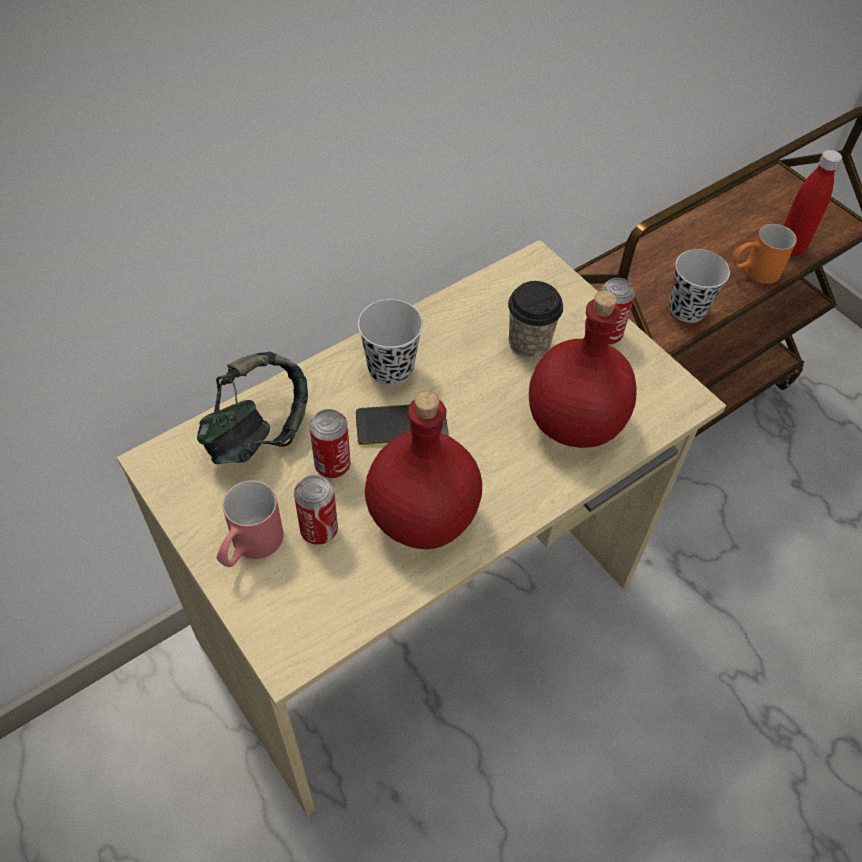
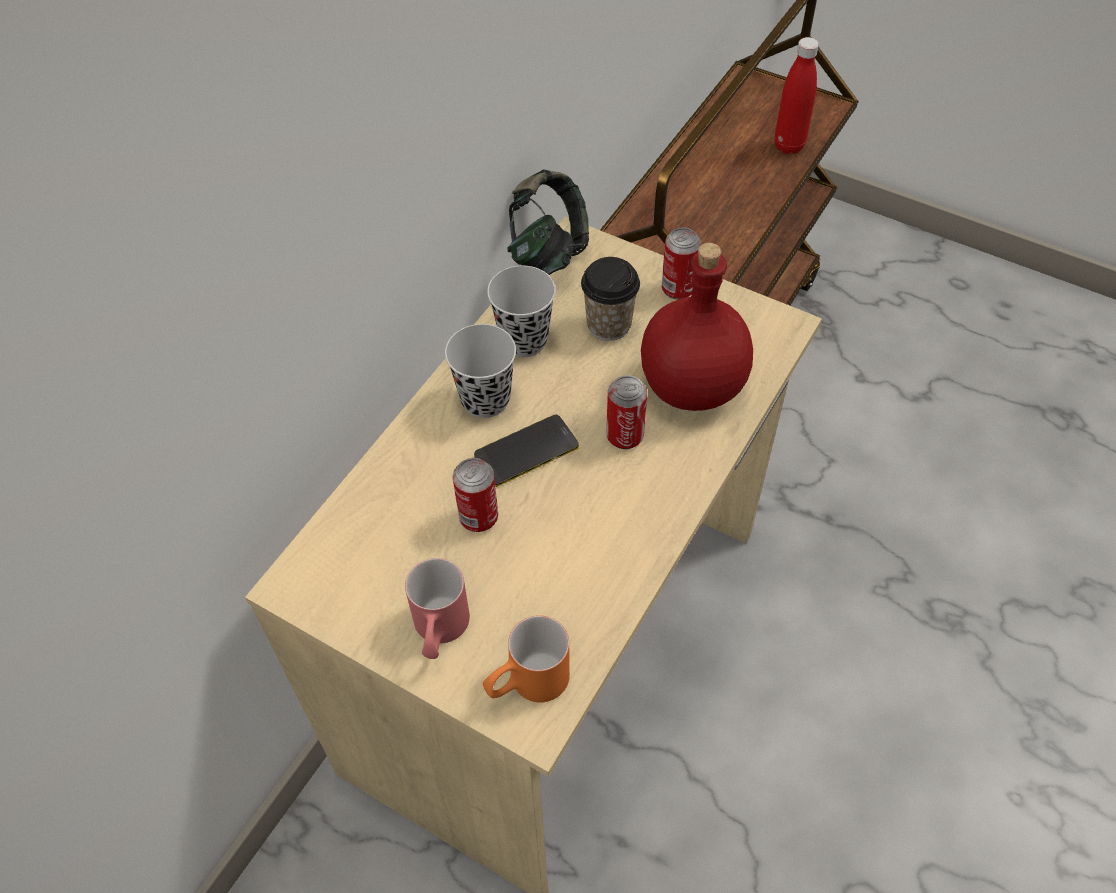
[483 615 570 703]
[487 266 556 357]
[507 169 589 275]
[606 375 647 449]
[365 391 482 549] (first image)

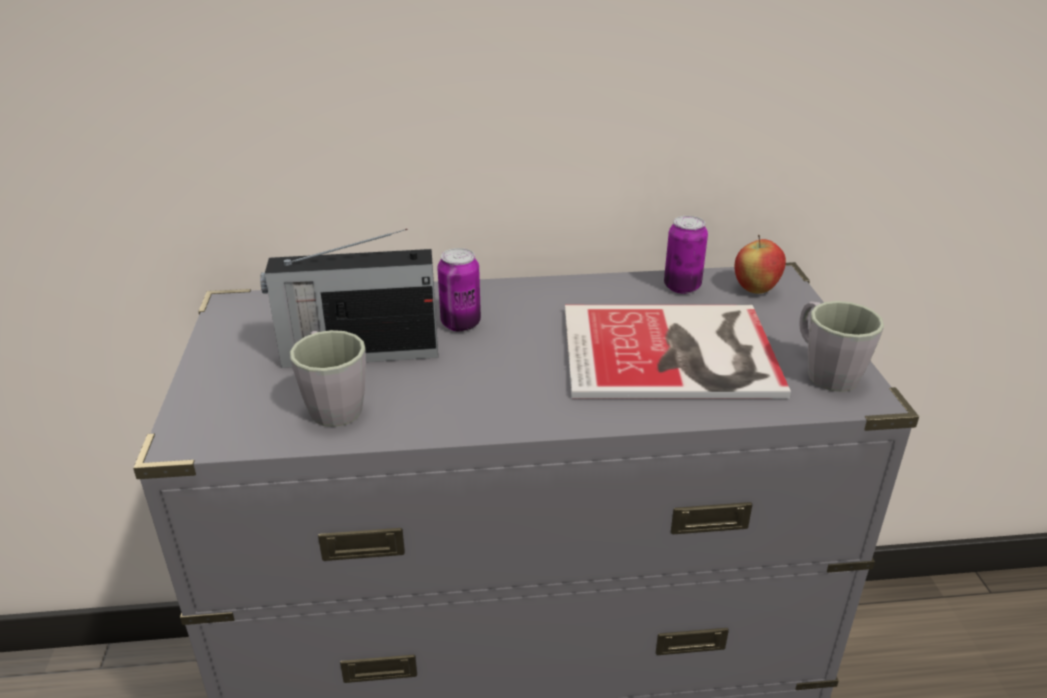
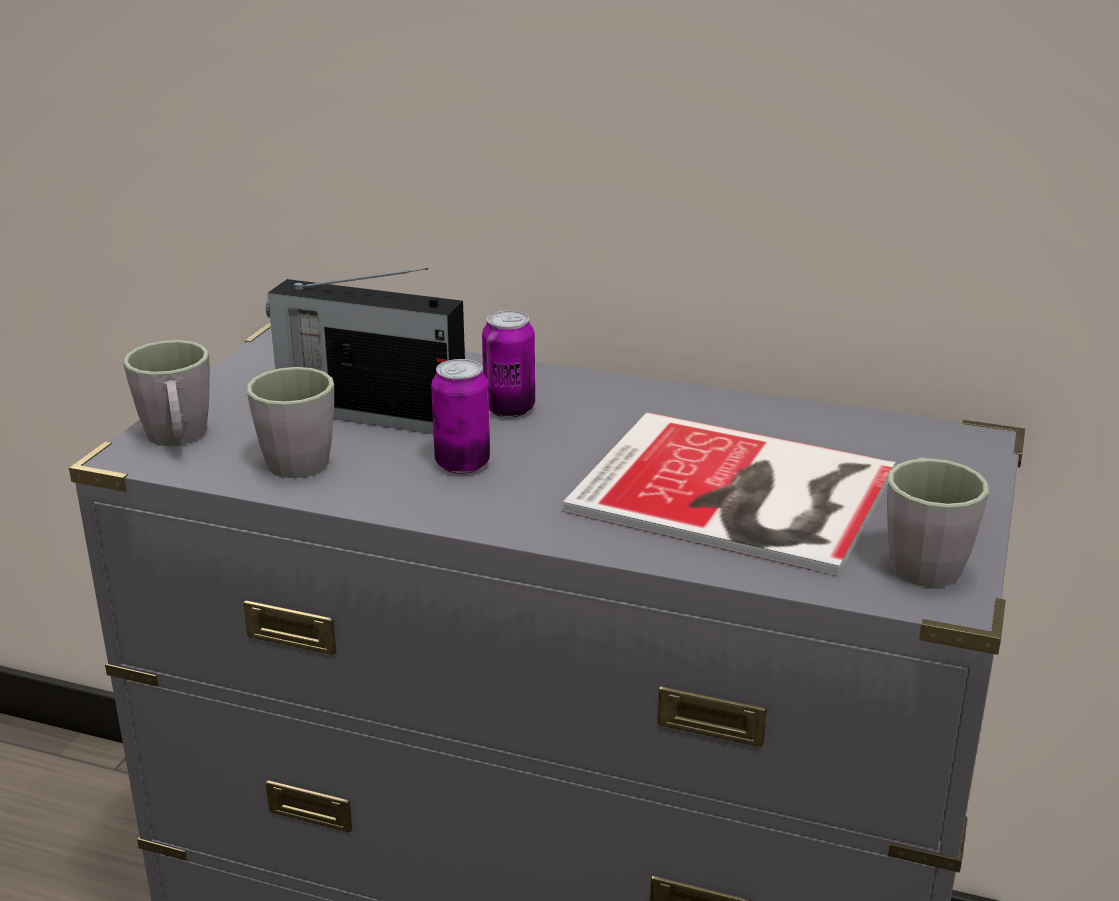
[123 340 210 446]
[431 359 490 474]
[735 235 786 294] (first image)

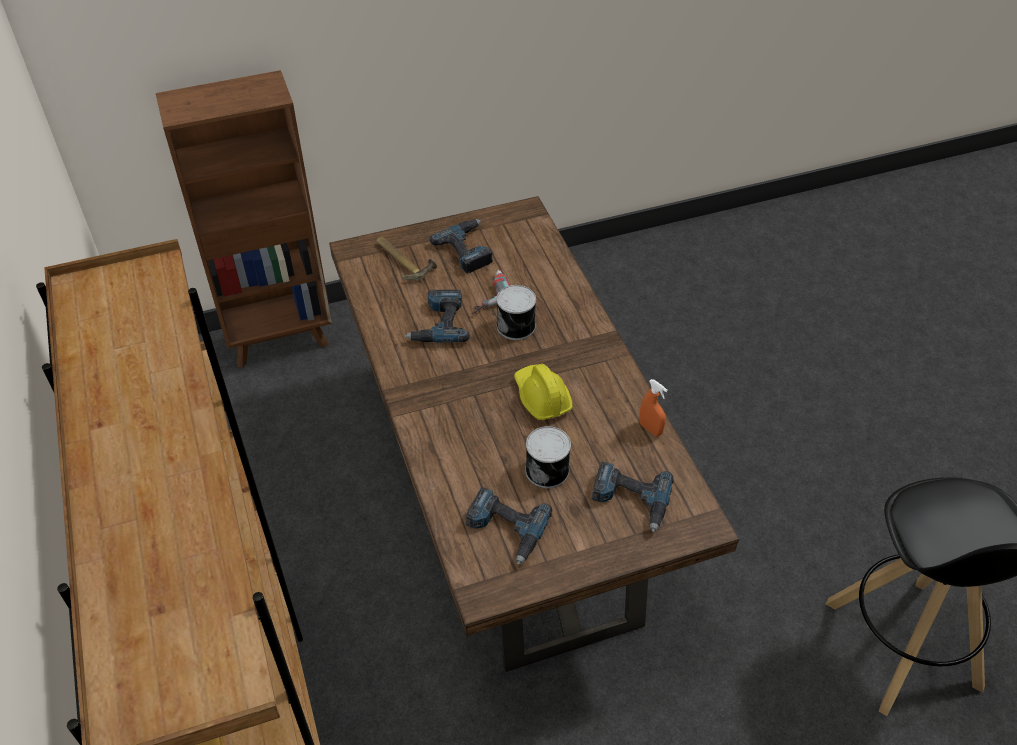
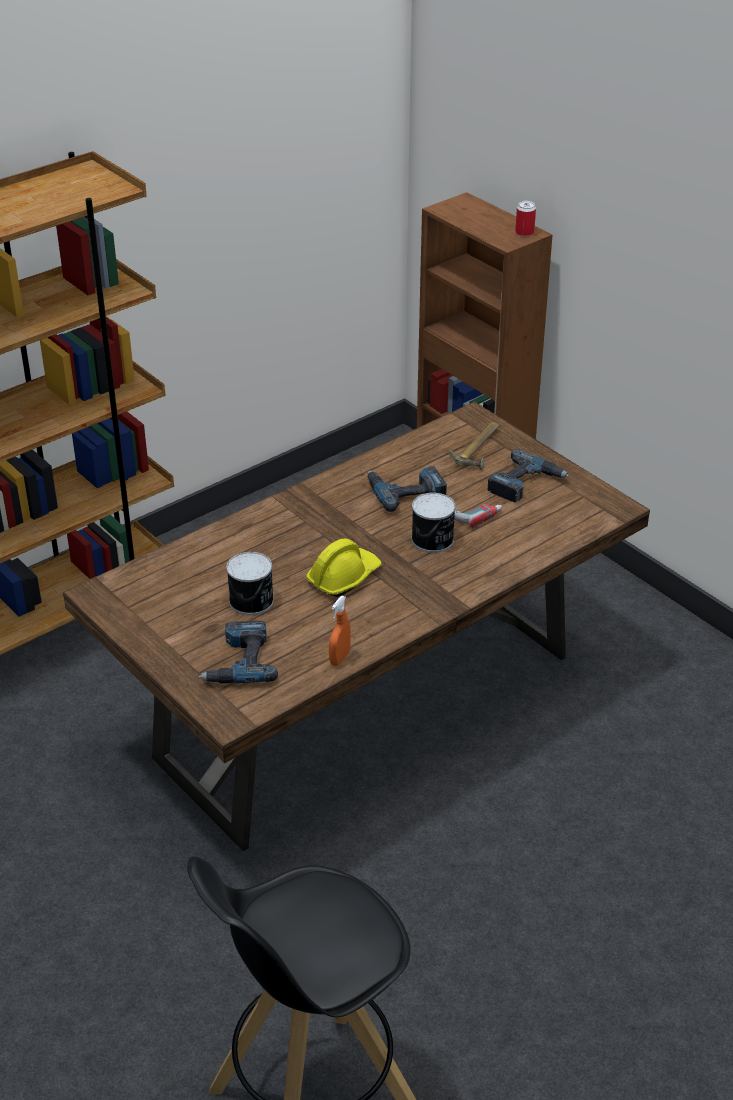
[515 201 536 236]
[465 487 552 565] (first image)

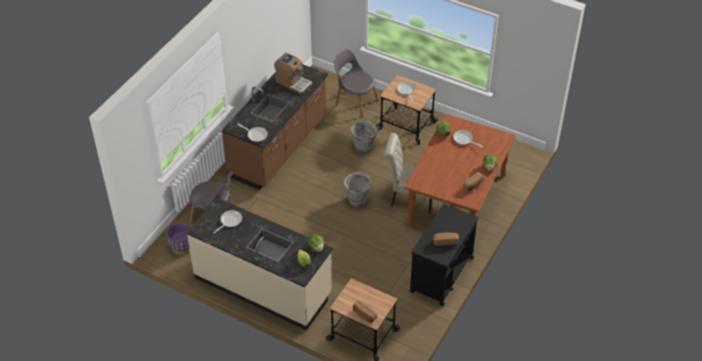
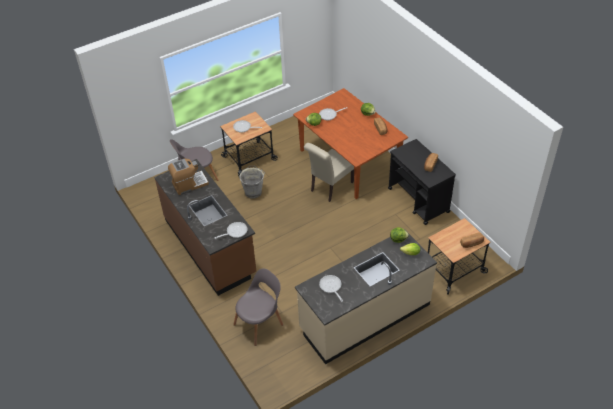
[167 223 191 255] (first image)
[343 173 372 207] (first image)

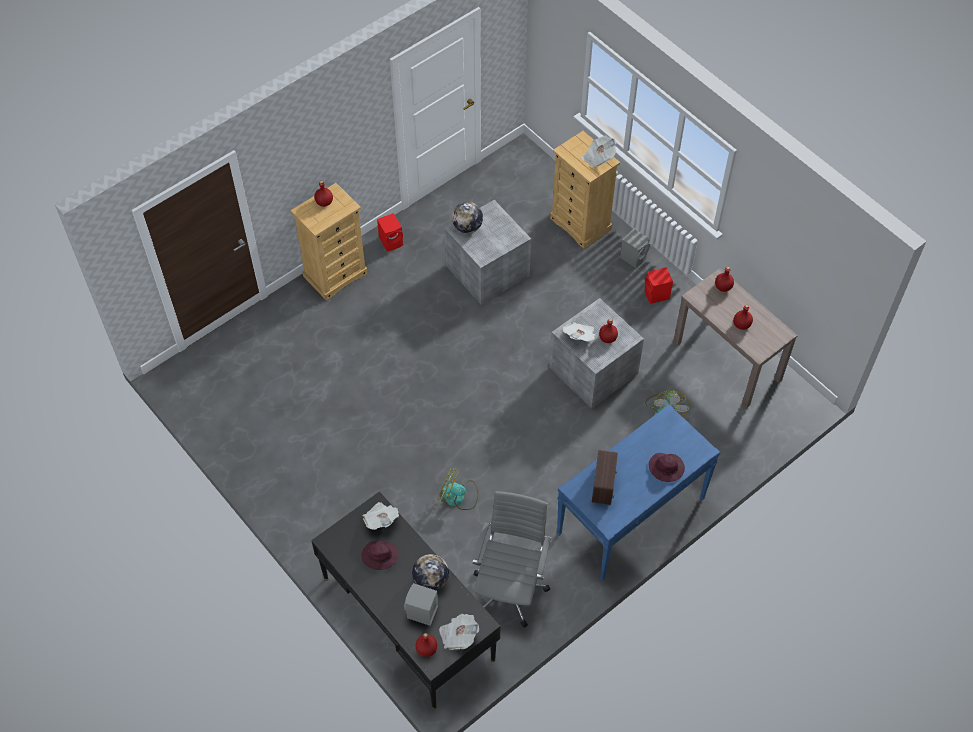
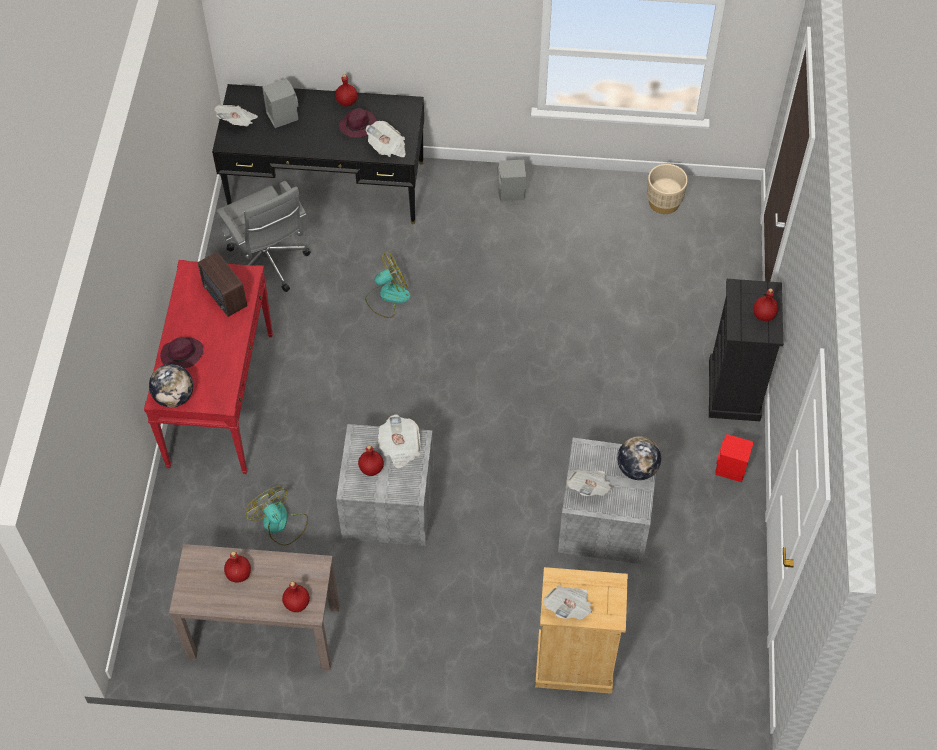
[144 260 273 474]
[149 364 193 408]
[335 74 357 107]
[498 160 526 201]
[567 470 612 496]
[647 164 688 214]
[709 279 783 421]
[645 267 673 304] (first image)

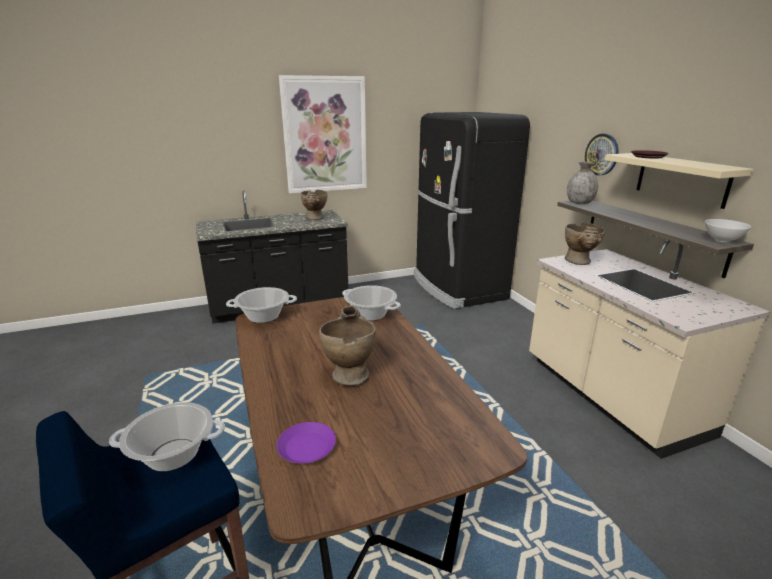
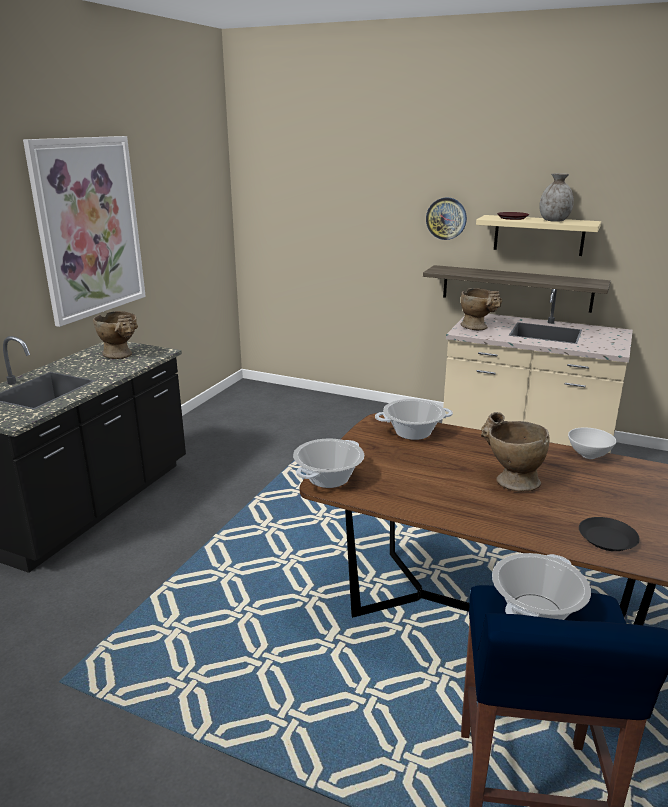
[539 173 574 222]
[568 428 616 459]
[579 517 640 551]
[414 112 530 309] (first image)

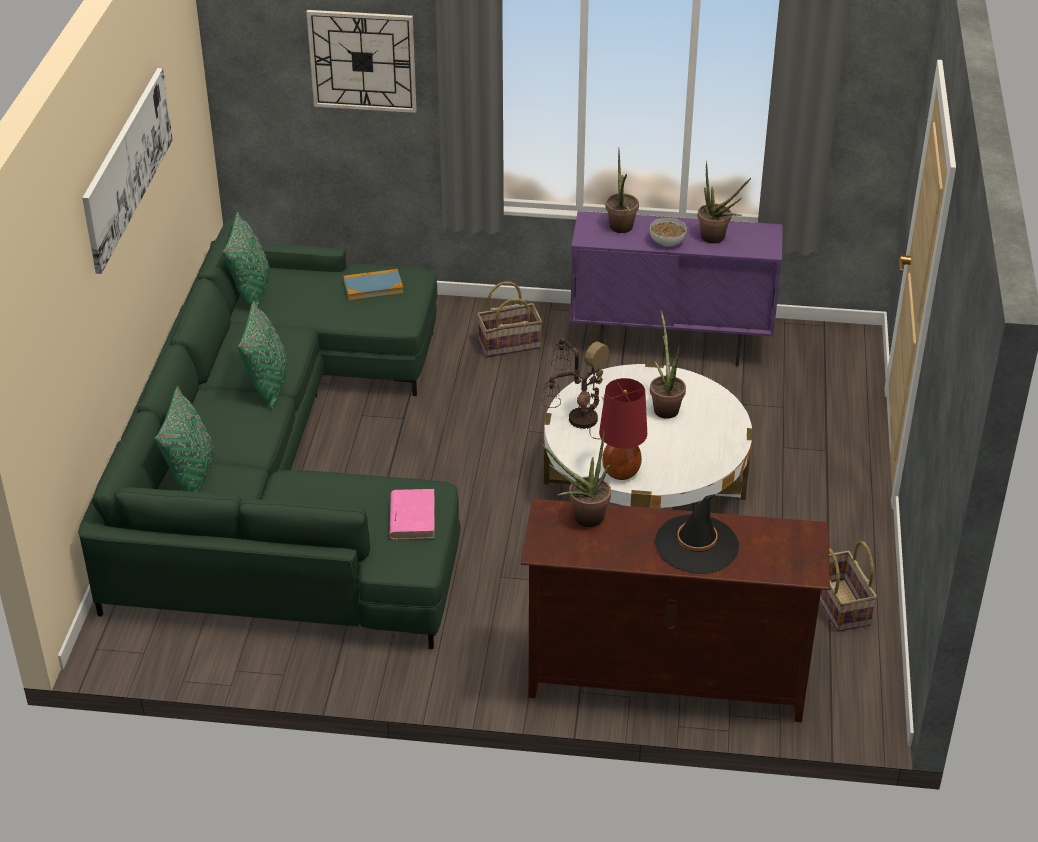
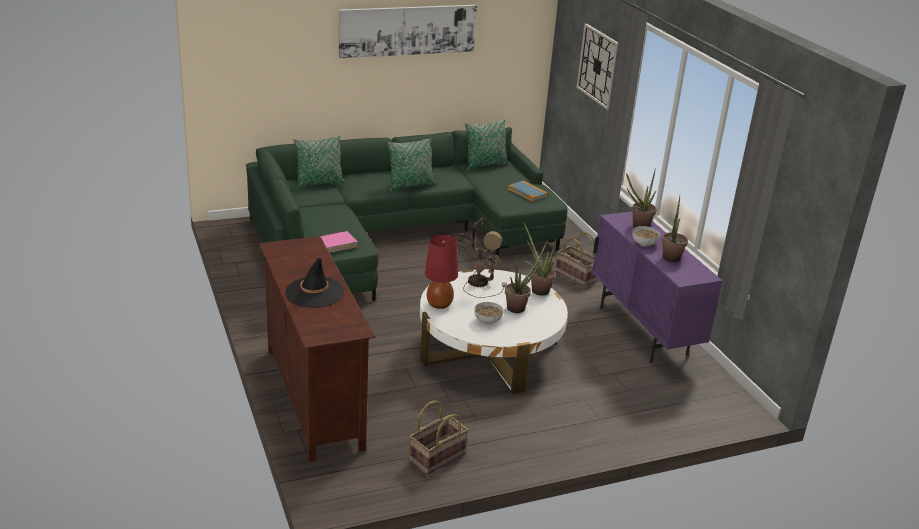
[474 302 503 324]
[524 223 557 296]

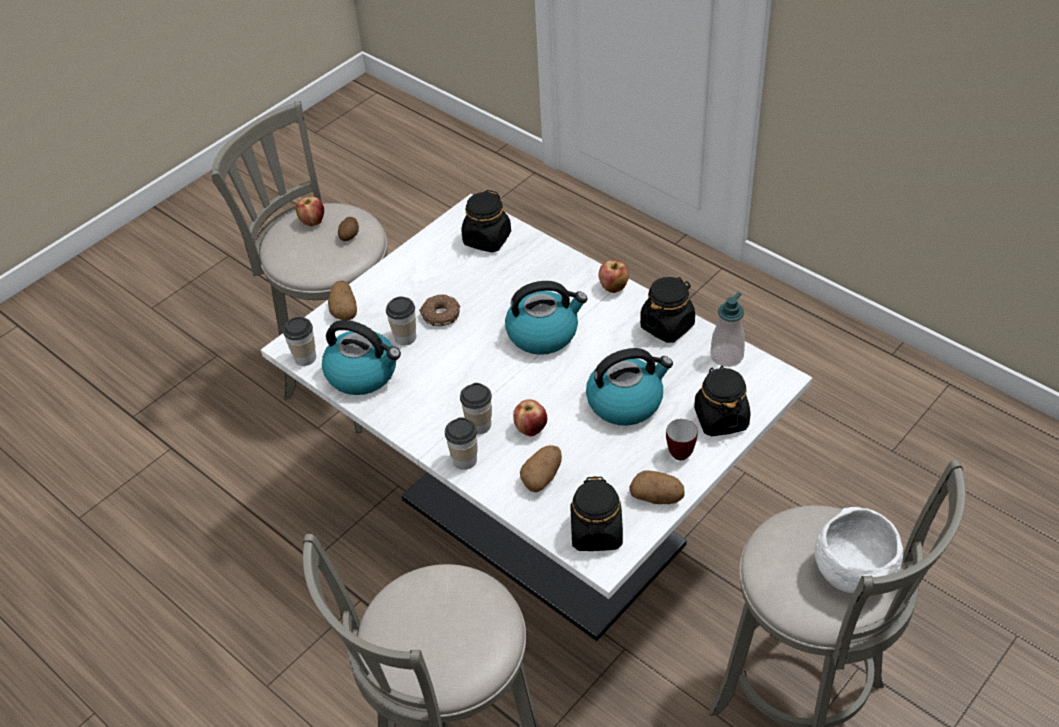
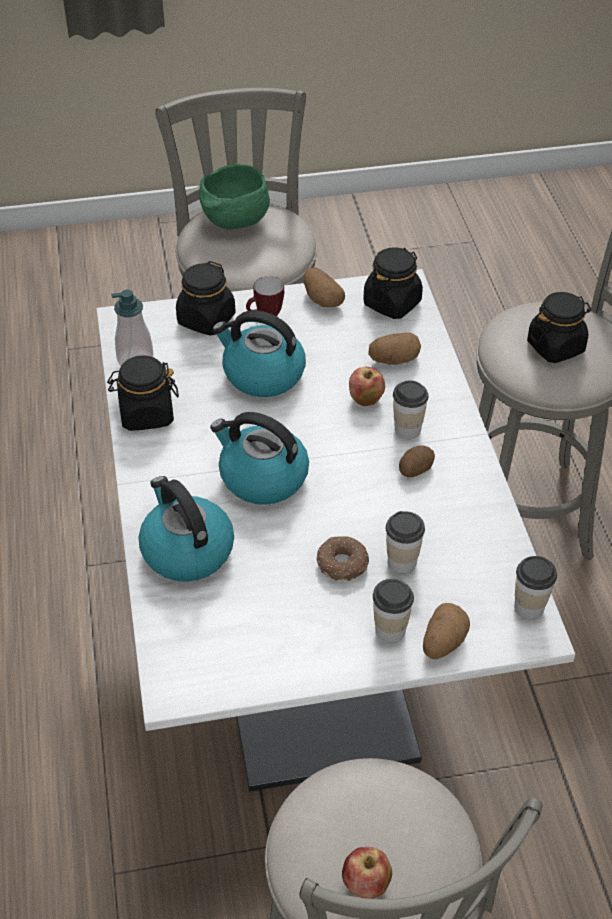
[139 476 234 582]
[199 163 270 230]
[373 579 414 643]
[399 445 435 477]
[527 292 591 363]
[599 260 629 293] (first image)

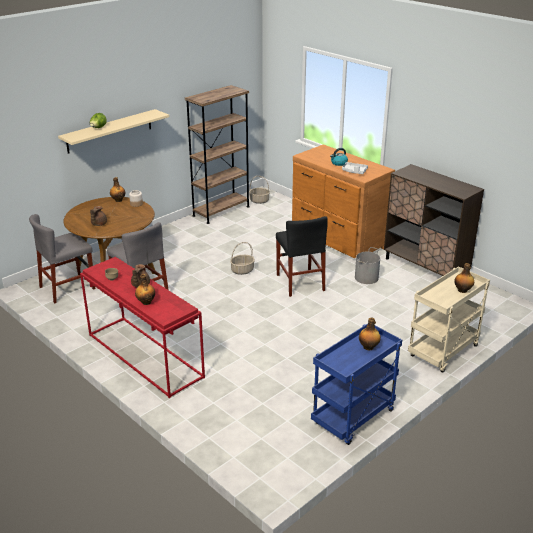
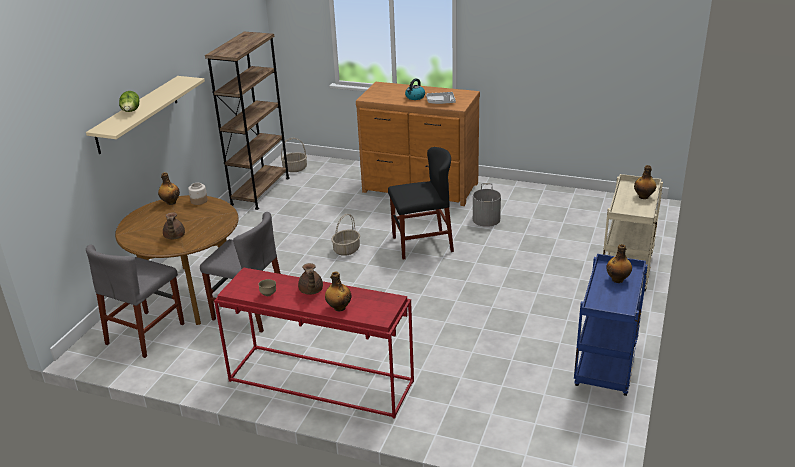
[388 147 454 260]
[384 164 484 276] (first image)

